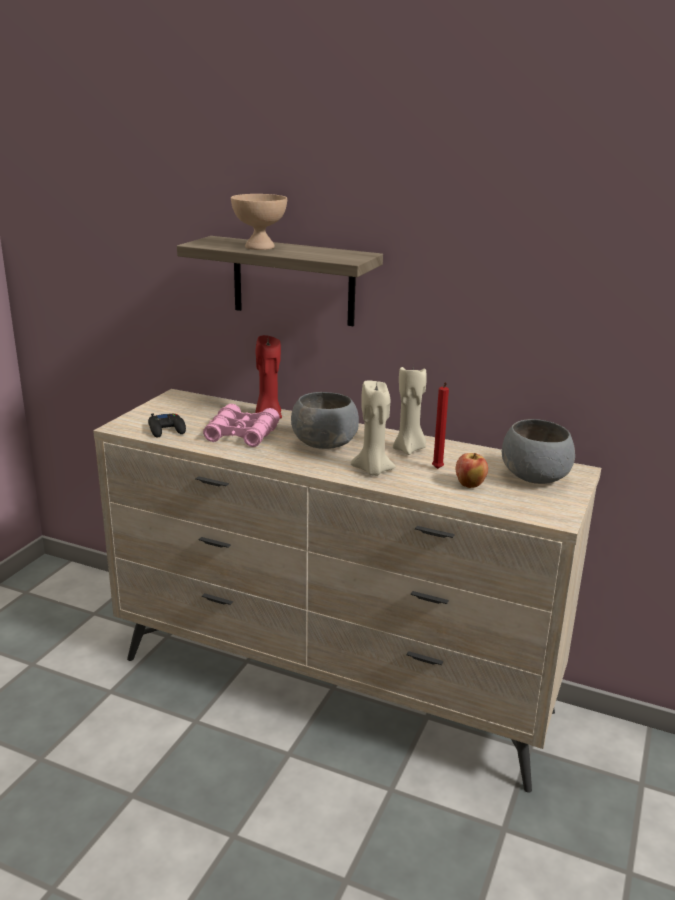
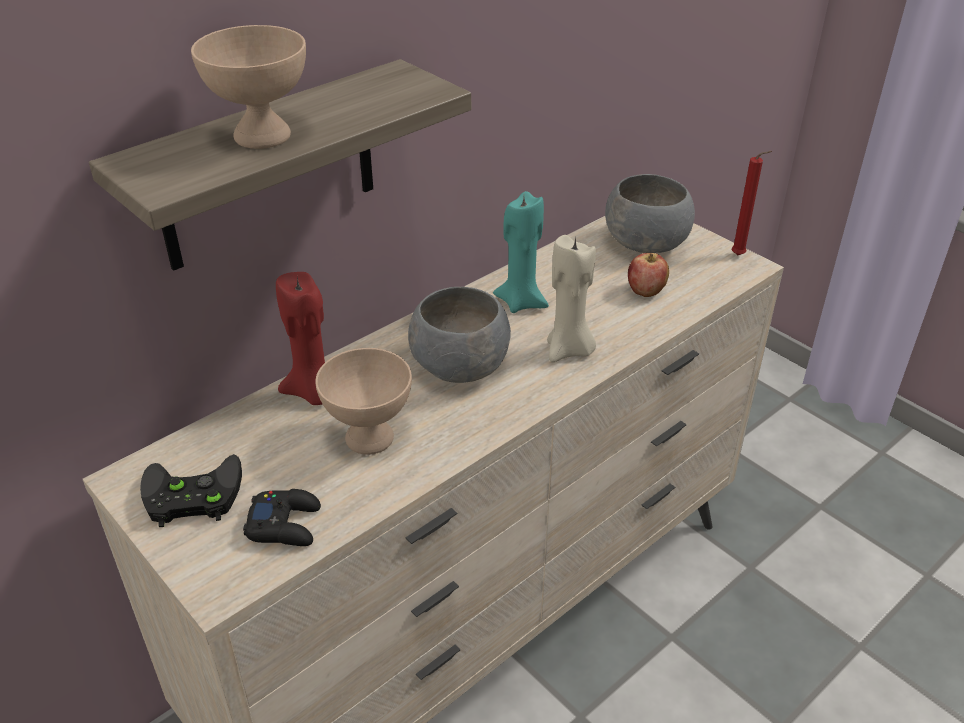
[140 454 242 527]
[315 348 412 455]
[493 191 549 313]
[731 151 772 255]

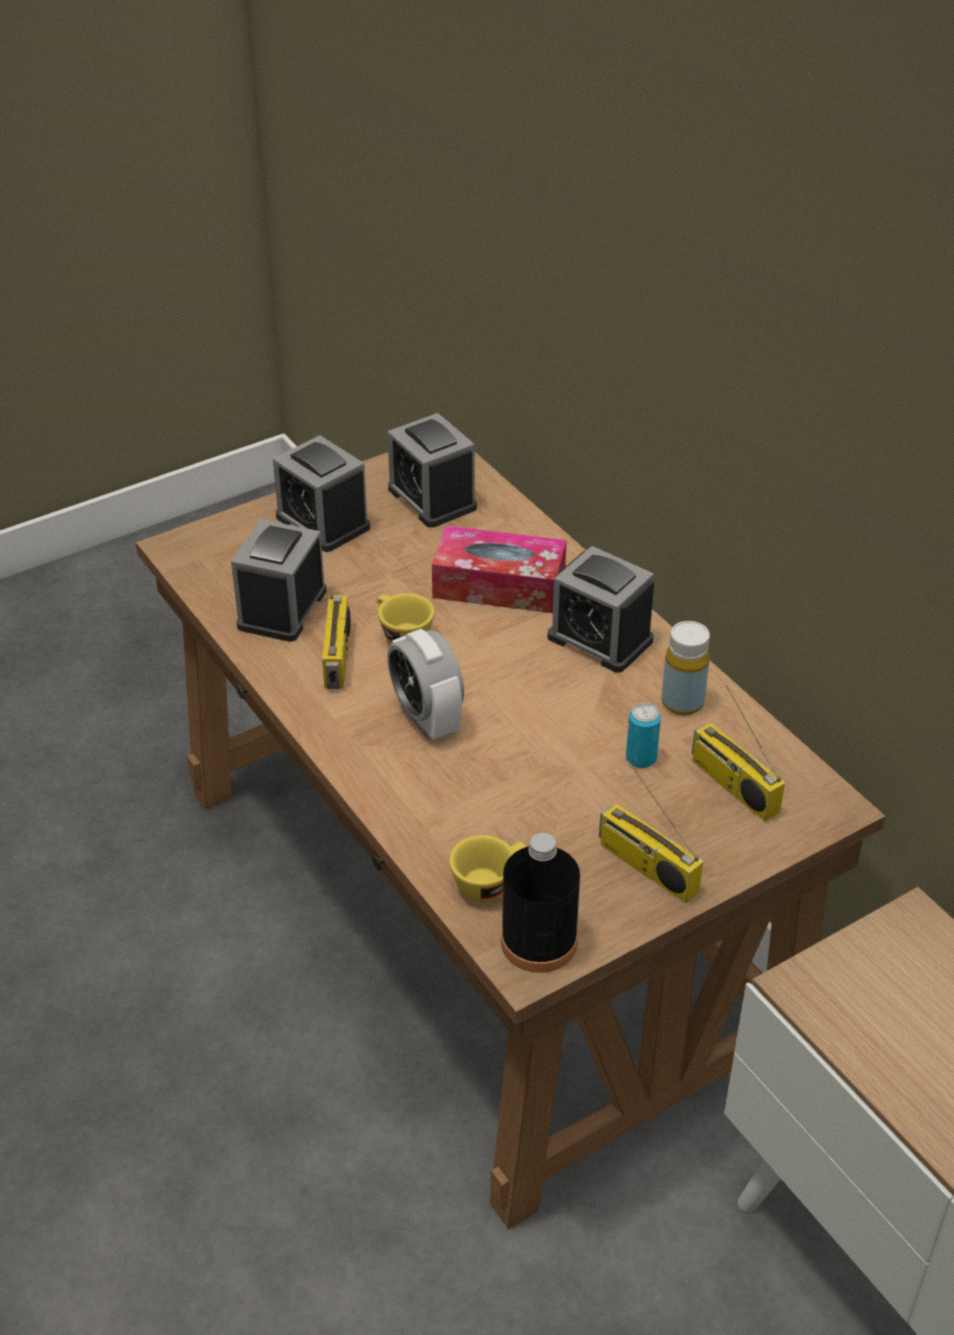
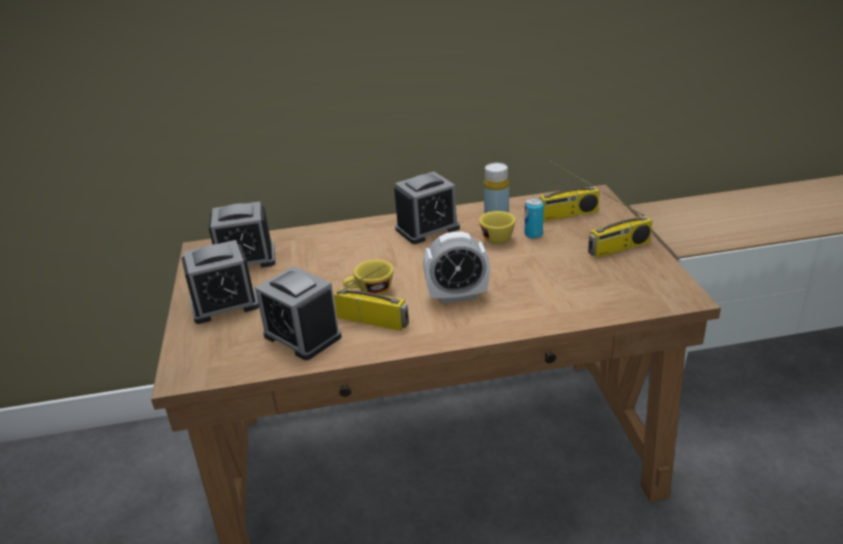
[479 211 516 244]
[432 526 566 613] (first image)
[501 833 580 973] (first image)

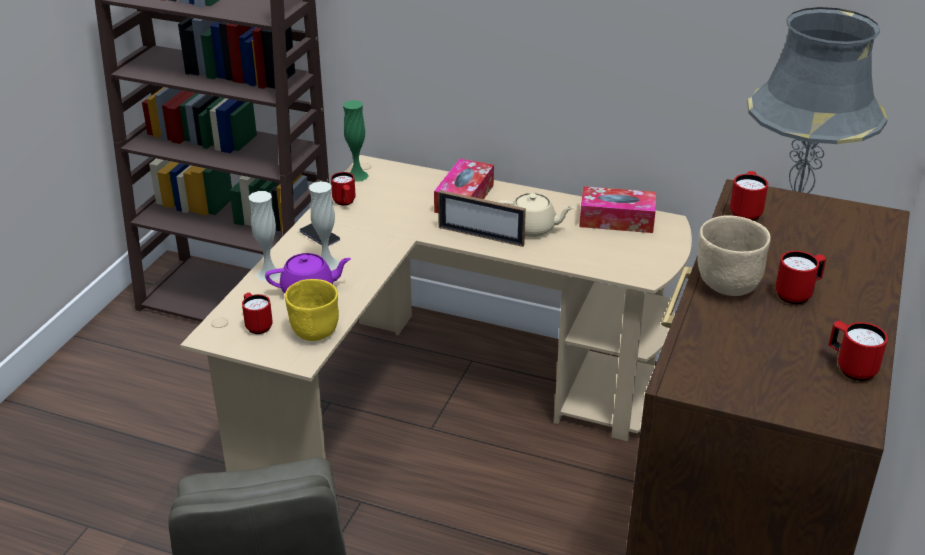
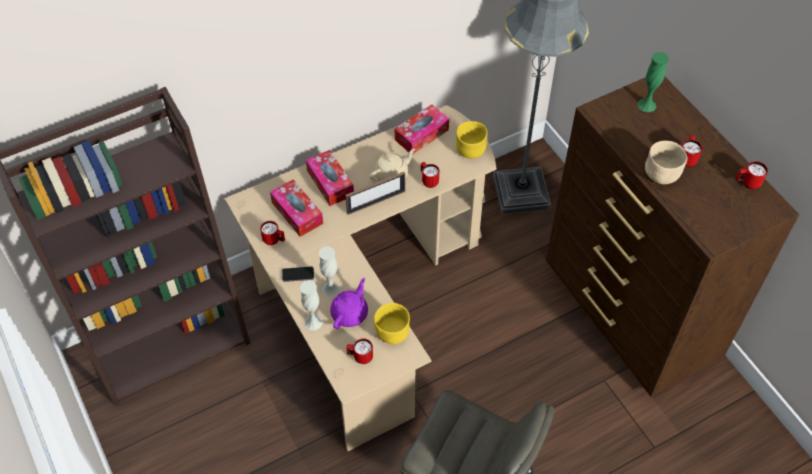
[270 179 323 237]
[421 162 440 188]
[456 121 487 159]
[638 52 669 112]

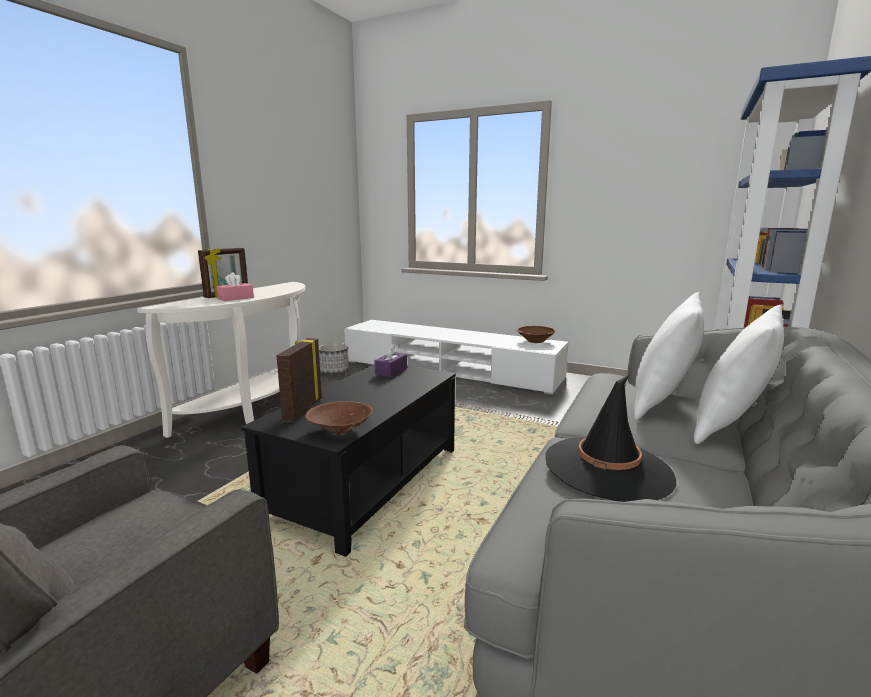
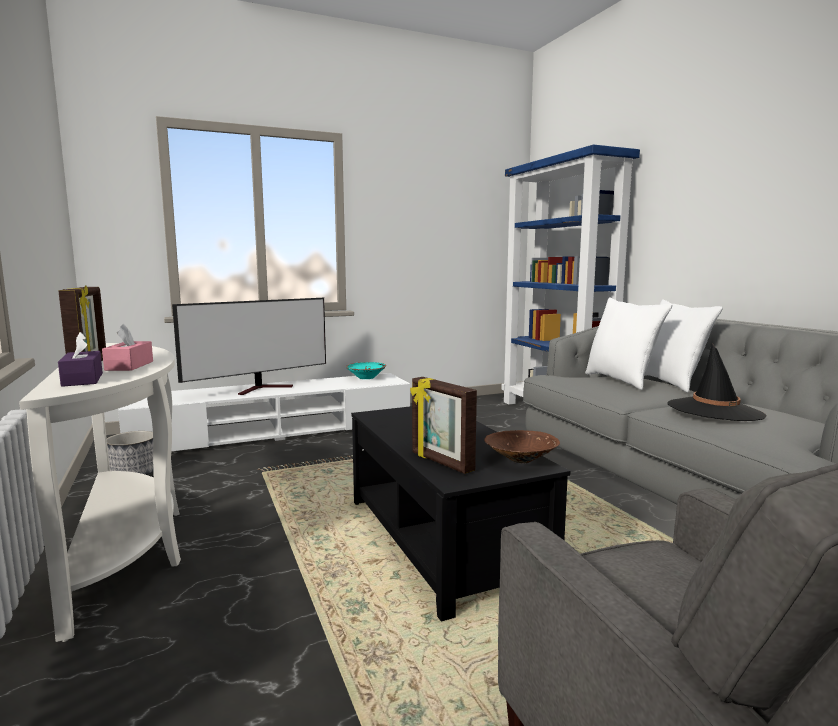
[58 332 103 387]
[172 298 326 395]
[346 362 386 379]

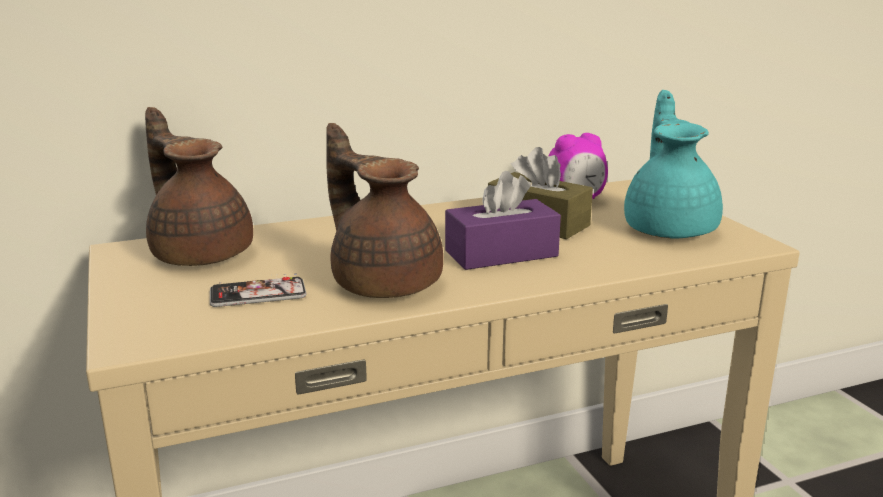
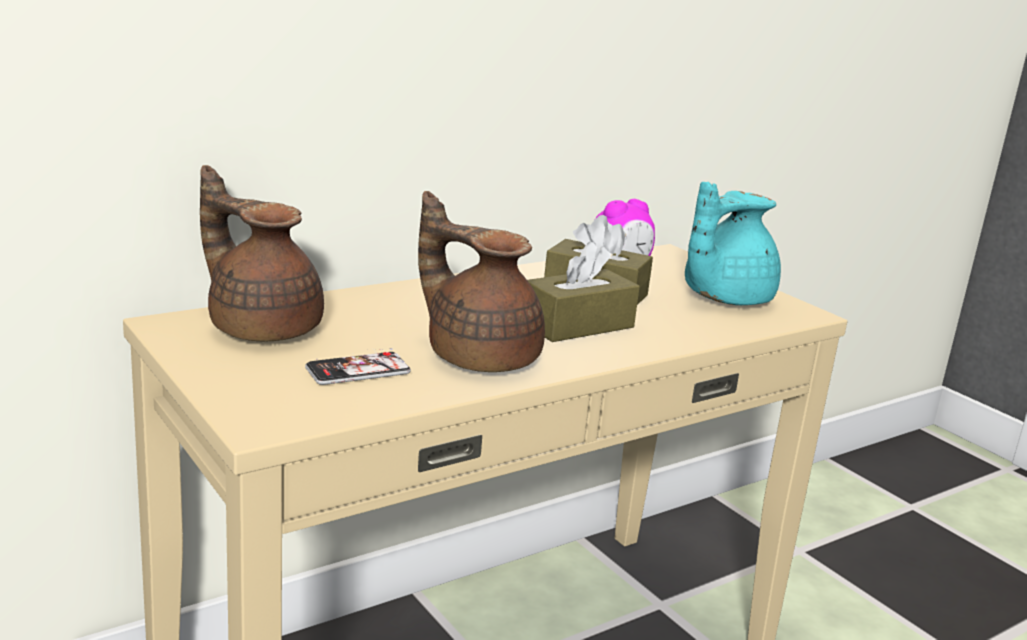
[527 242 640 342]
[685 182 781 305]

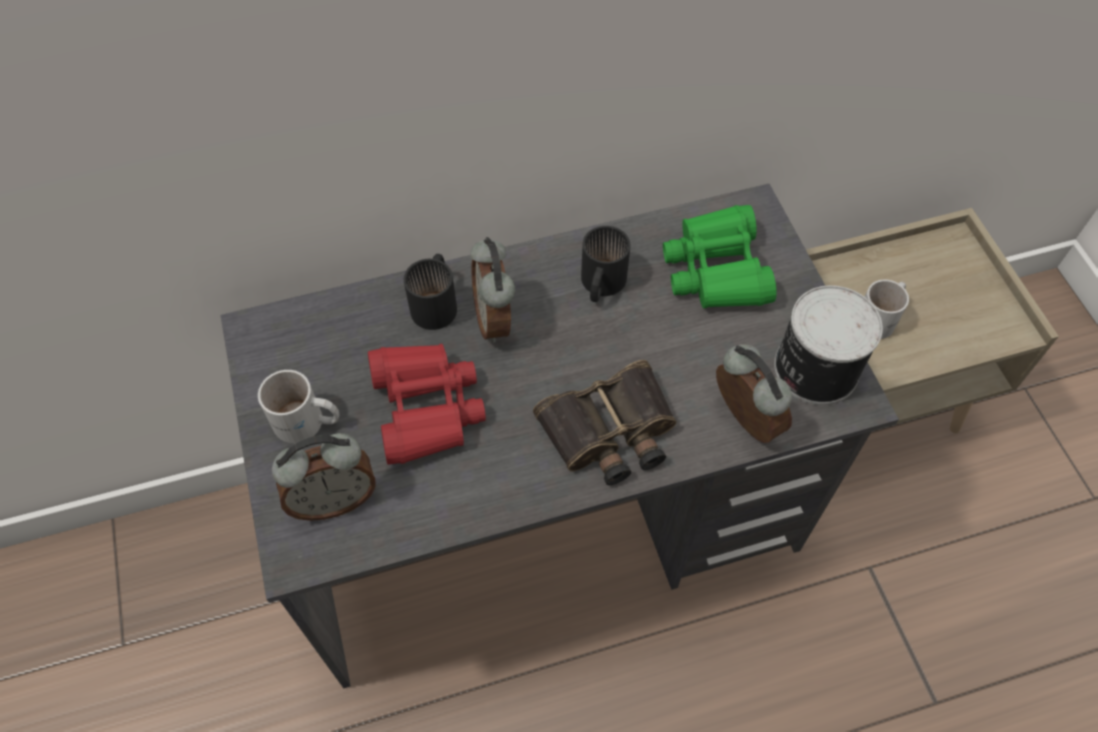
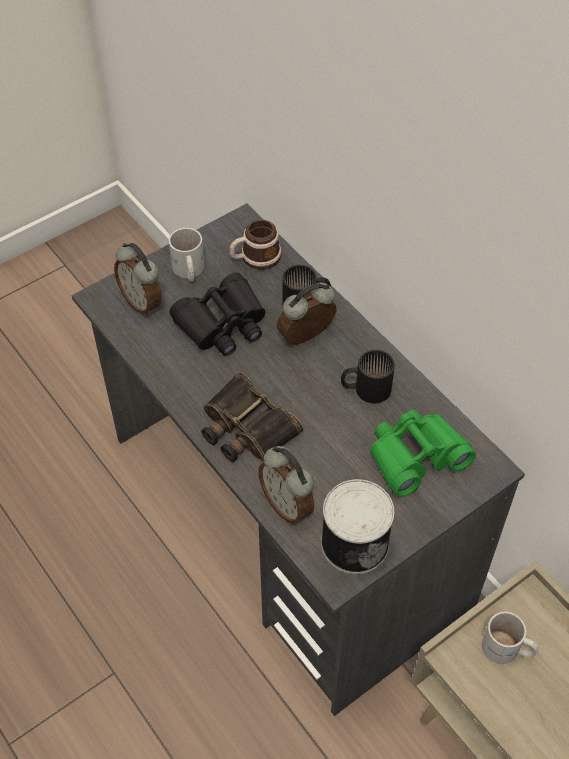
[169 272 266 356]
[230 219 281 270]
[258 446 314 524]

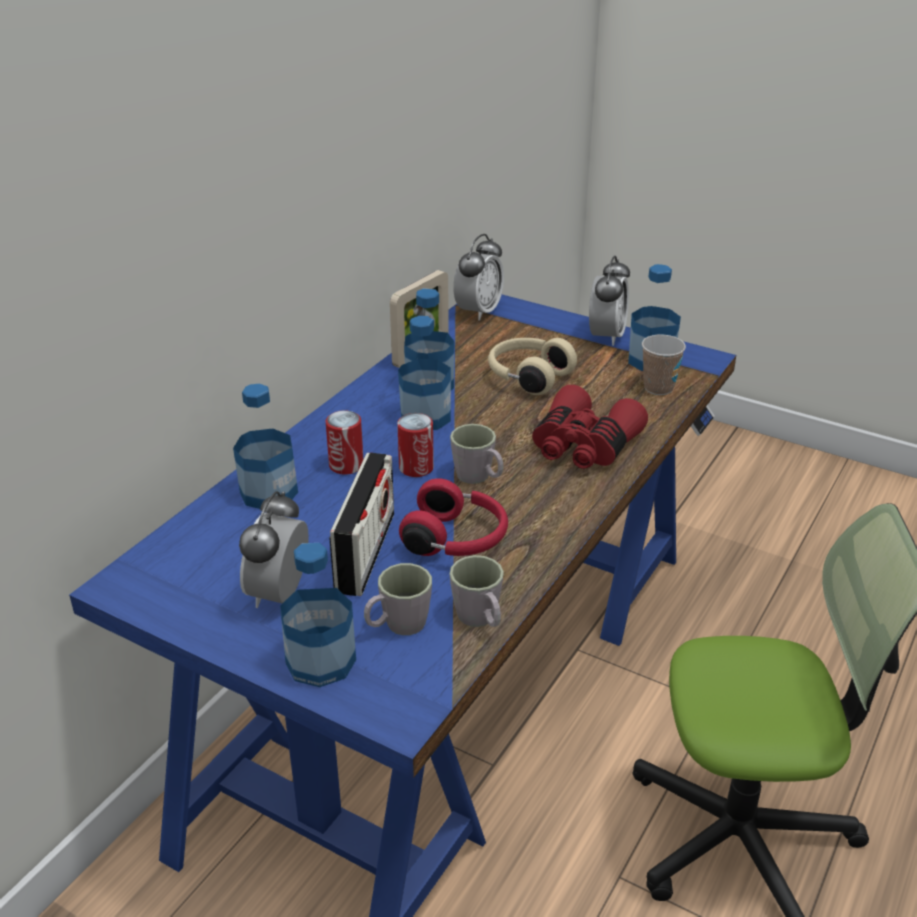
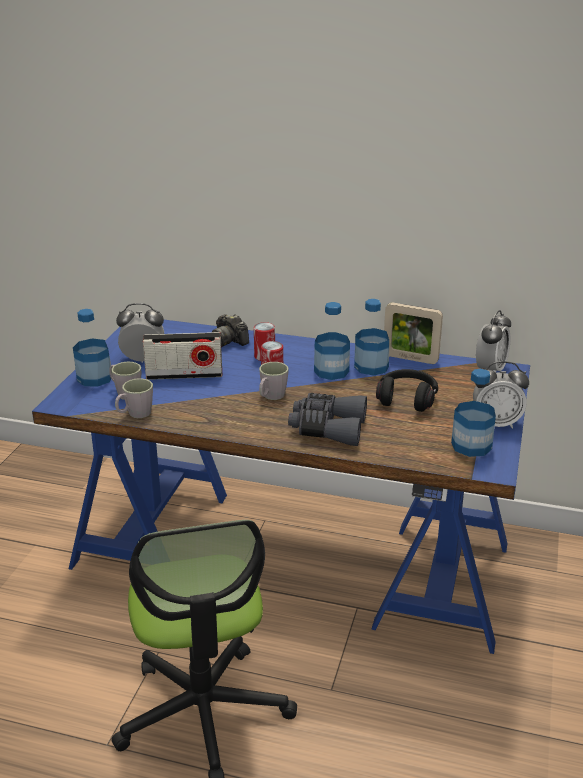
[212 314 249 347]
[288 393 367 446]
[376 369 438 412]
[476 310 511 373]
[399 478 508 556] (first image)
[642 335 686 395] (first image)

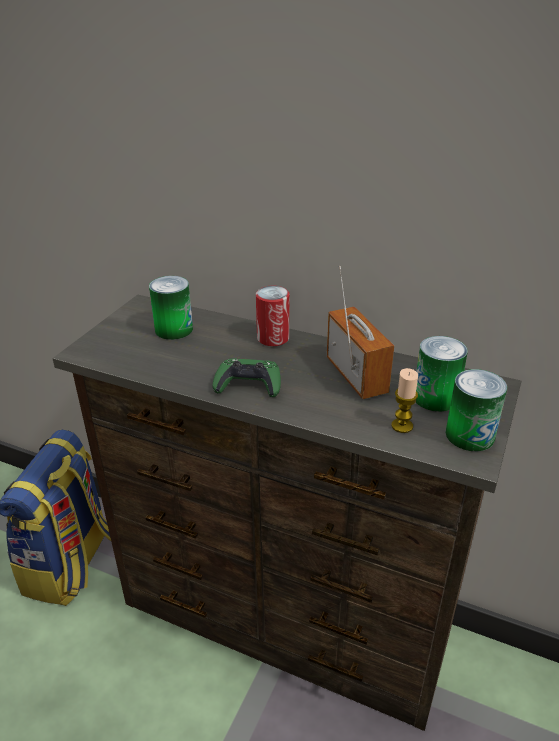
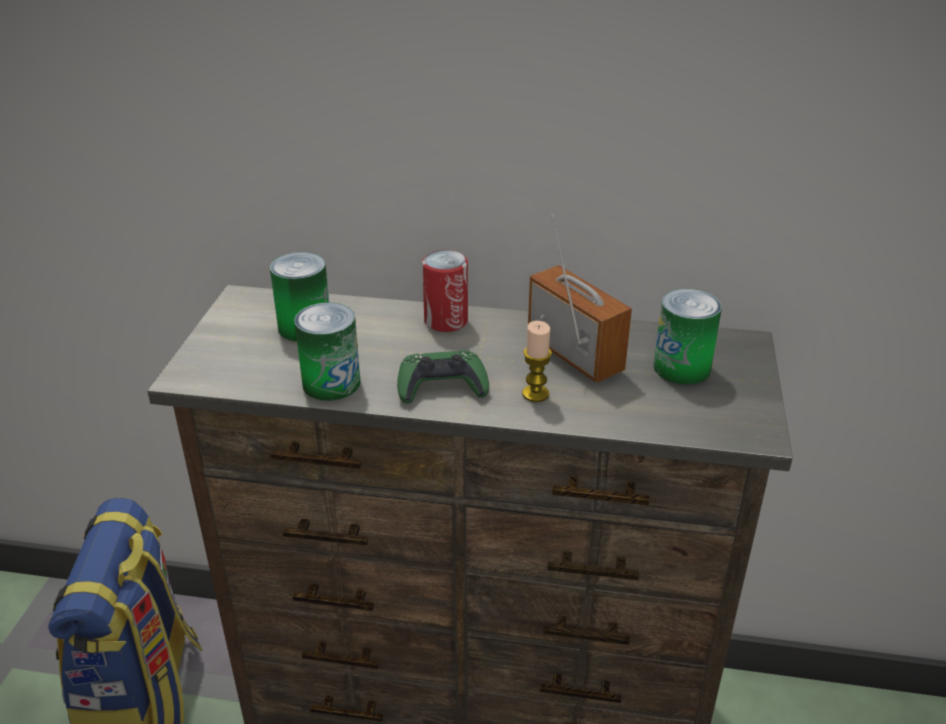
[294 303 361 401]
[522 321 552 402]

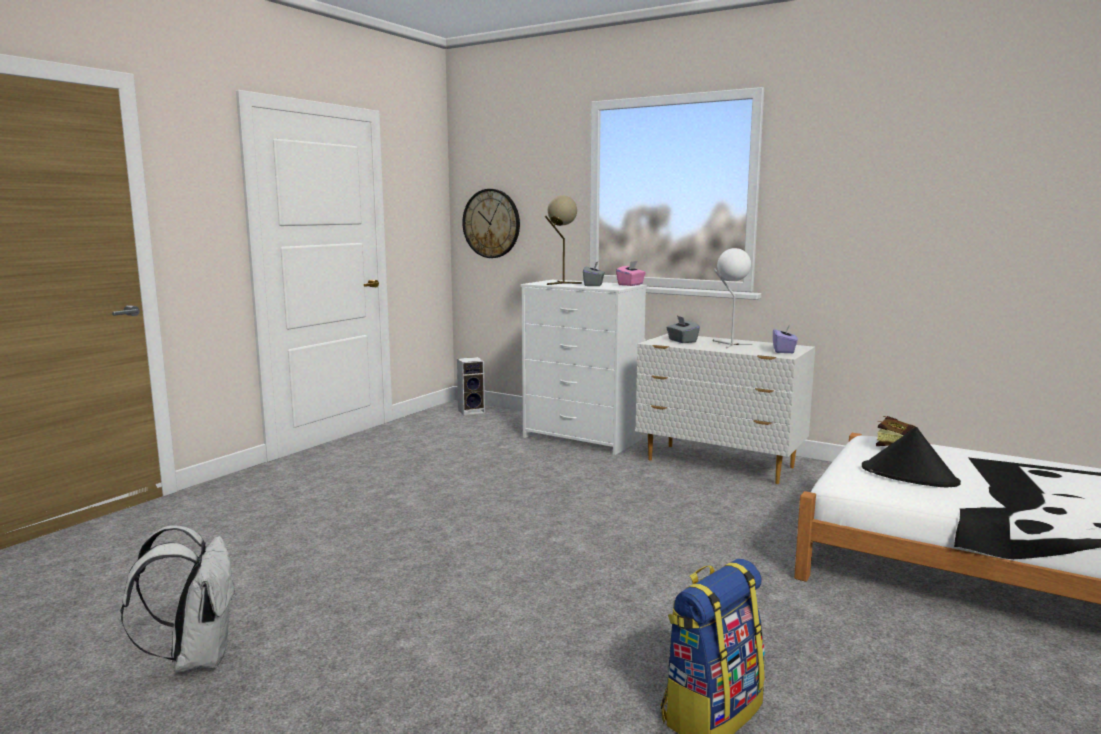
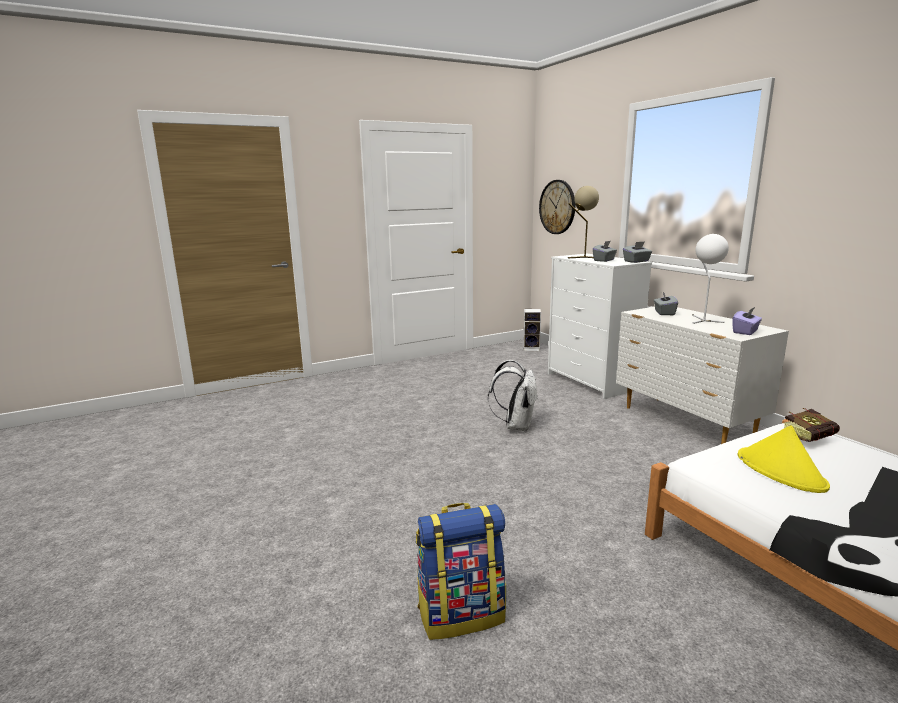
[488 360 538 432]
[623 241 652 263]
[738 425 830 493]

